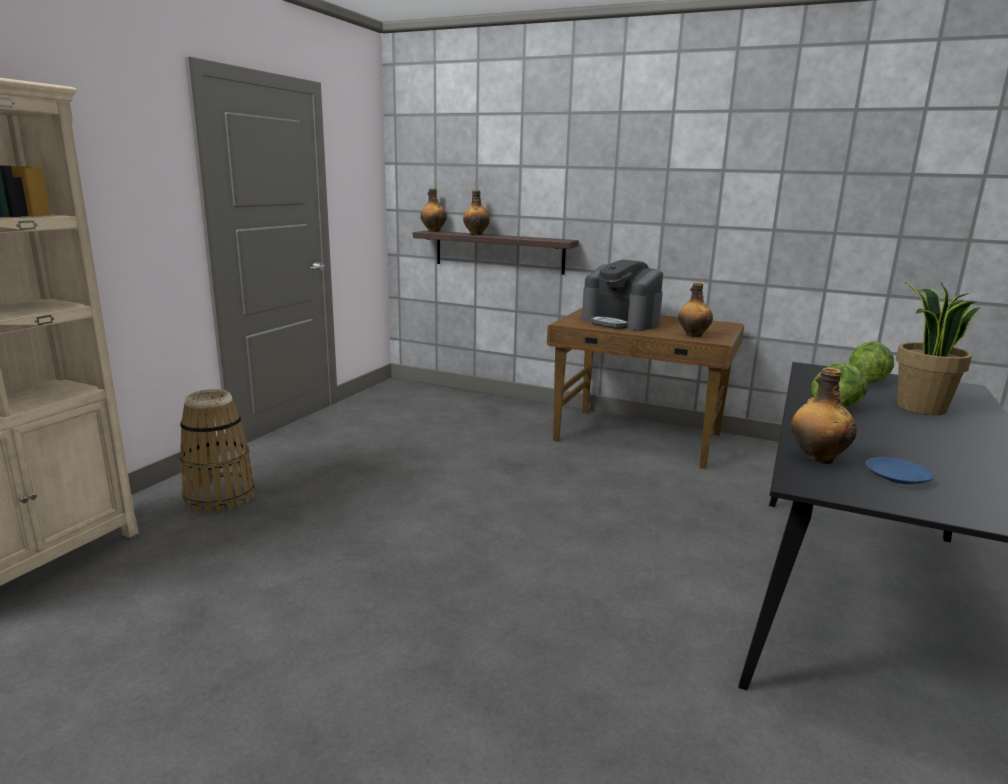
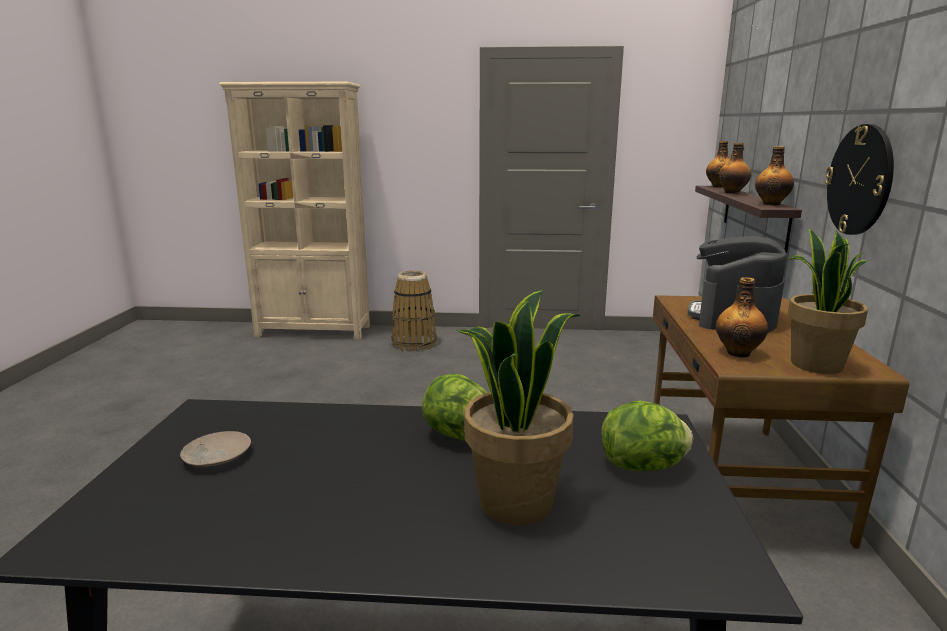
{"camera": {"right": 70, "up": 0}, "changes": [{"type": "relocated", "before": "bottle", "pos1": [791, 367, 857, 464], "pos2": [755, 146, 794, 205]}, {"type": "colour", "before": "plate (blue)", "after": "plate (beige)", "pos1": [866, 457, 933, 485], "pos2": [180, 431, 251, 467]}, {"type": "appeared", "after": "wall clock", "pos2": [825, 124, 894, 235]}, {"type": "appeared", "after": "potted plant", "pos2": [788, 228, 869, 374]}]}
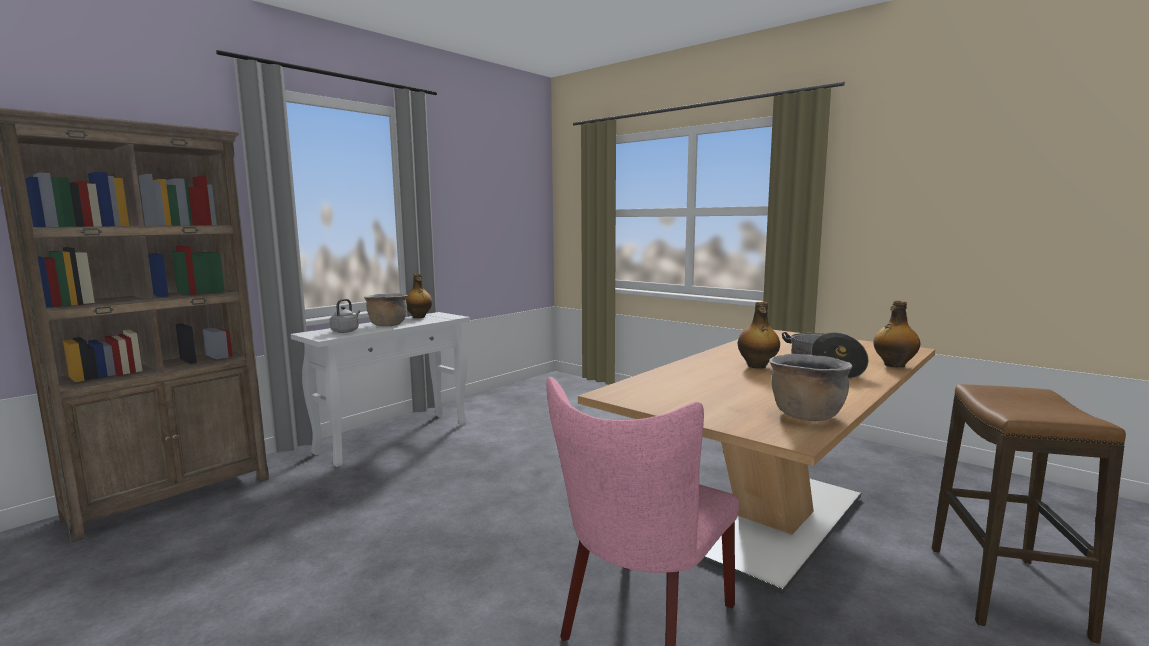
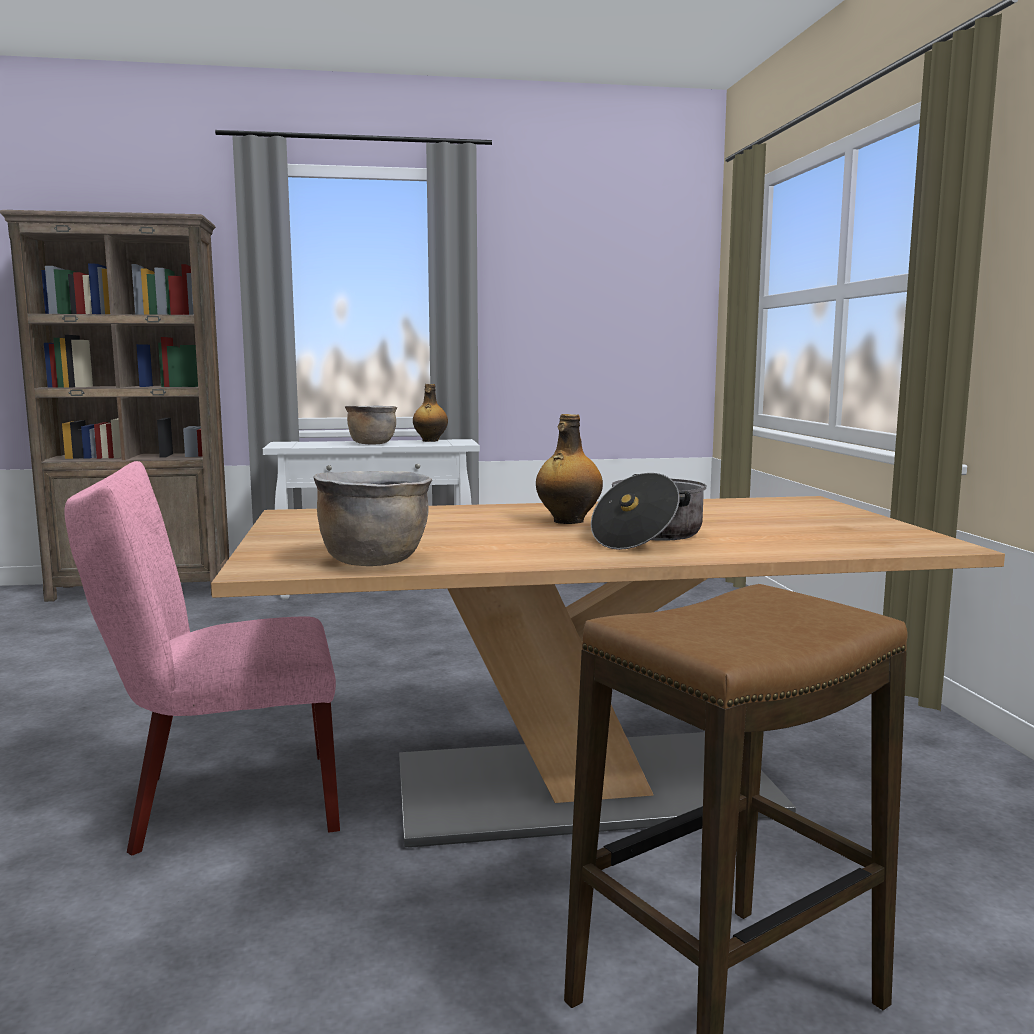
{"camera": {"right": 40, "up": 0}, "changes": [{"type": "missing", "before": "kettle (grey)", "pos1": [330, 299, 360, 333]}, {"type": "missing", "before": "bottle", "pos1": [873, 301, 920, 368]}]}
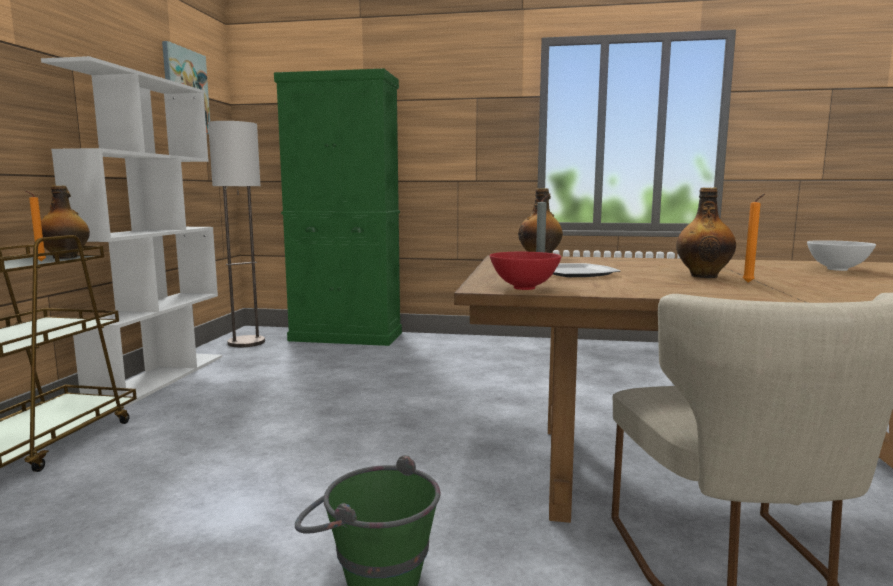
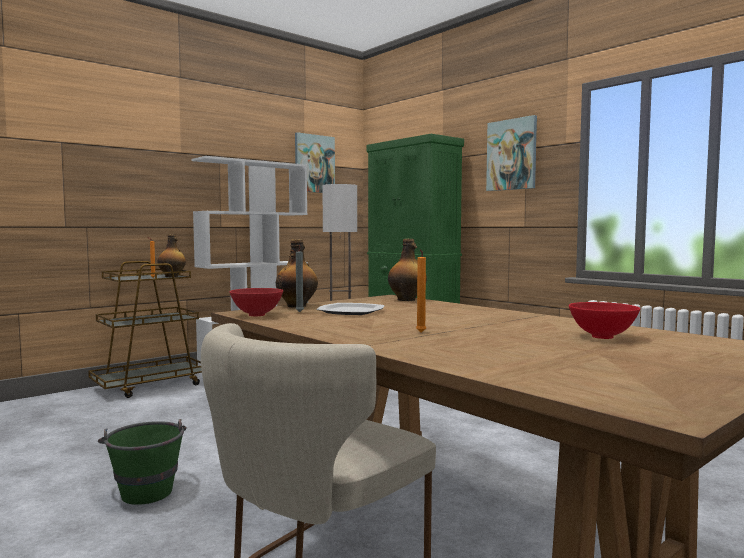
{"camera": {"right": 40, "up": -5}, "changes": [{"type": "relocated", "before": "bottle", "pos1": [676, 187, 736, 278], "pos2": [276, 239, 318, 308]}, {"type": "colour", "before": "bowl (white)", "after": "bowl (red)", "pos1": [807, 240, 876, 271], "pos2": [569, 302, 640, 339]}, {"type": "appeared", "after": "picture", "pos2": [486, 115, 537, 191]}]}
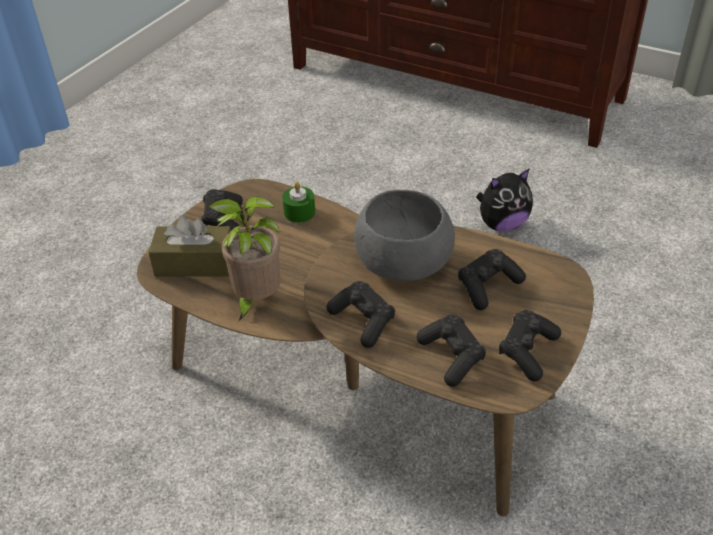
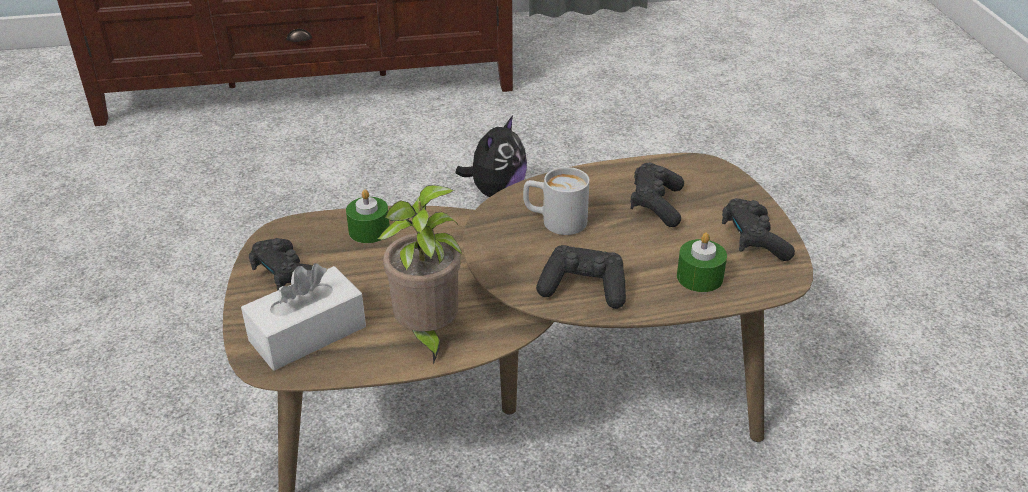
{"camera": {"right": -40, "up": -5}, "changes": [{"type": "exchanged", "before": "bowl (grey)", "after": "mug (white)", "pos1": [354, 190, 455, 281], "pos2": [523, 167, 590, 235]}, {"type": "colour", "before": "tissue box (brown)", "after": "tissue box (white)", "pos1": [148, 216, 231, 277], "pos2": [241, 264, 366, 371]}, {"type": "exchanged", "before": "game controller (black)", "after": "candle (green)", "pos1": [416, 315, 486, 387], "pos2": [677, 232, 727, 292]}]}
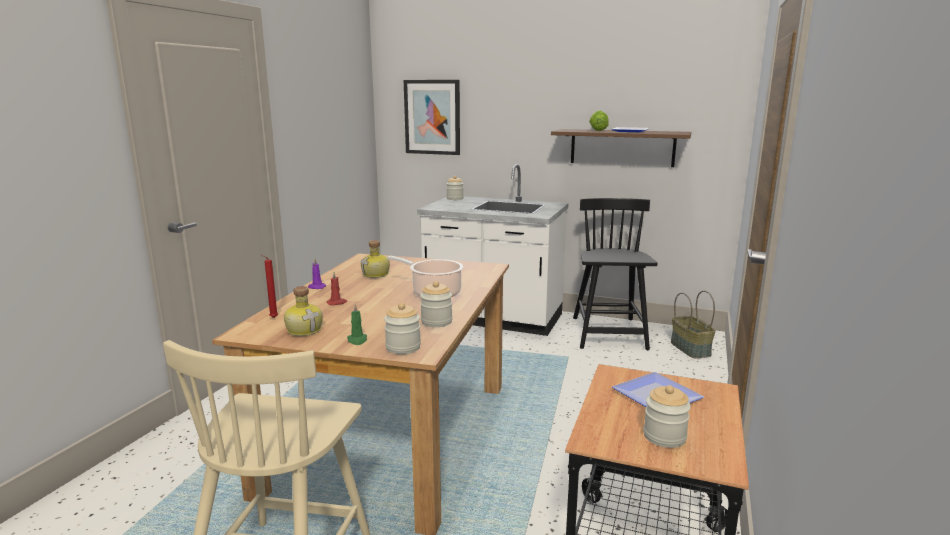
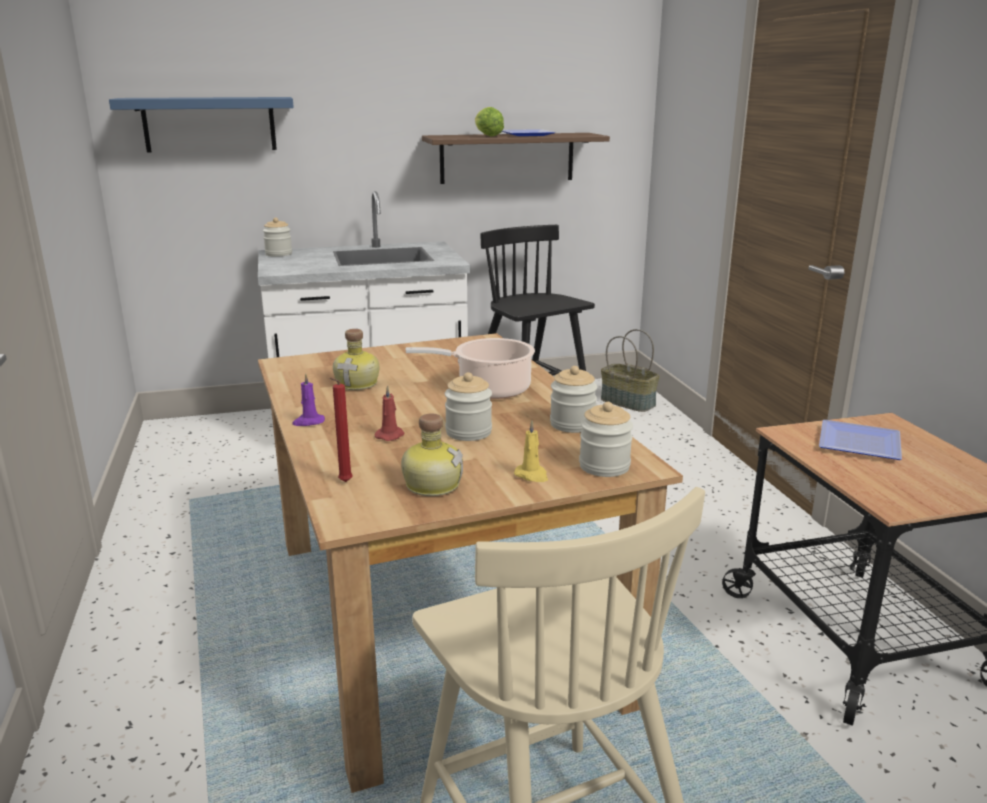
{"camera": {"right": -35, "up": 5}, "changes": [{"type": "exchanged", "before": "picture", "after": "shelf (blue)", "pos1": [404, 80, 460, 155], "pos2": [109, 97, 294, 152]}, {"type": "colour", "before": "candle (green)", "after": "candle (yellow)", "pos1": [347, 304, 367, 345], "pos2": [514, 421, 548, 482]}, {"type": "relocated", "before": "jar", "pos1": [644, 385, 691, 448], "pos2": [445, 372, 492, 441]}]}
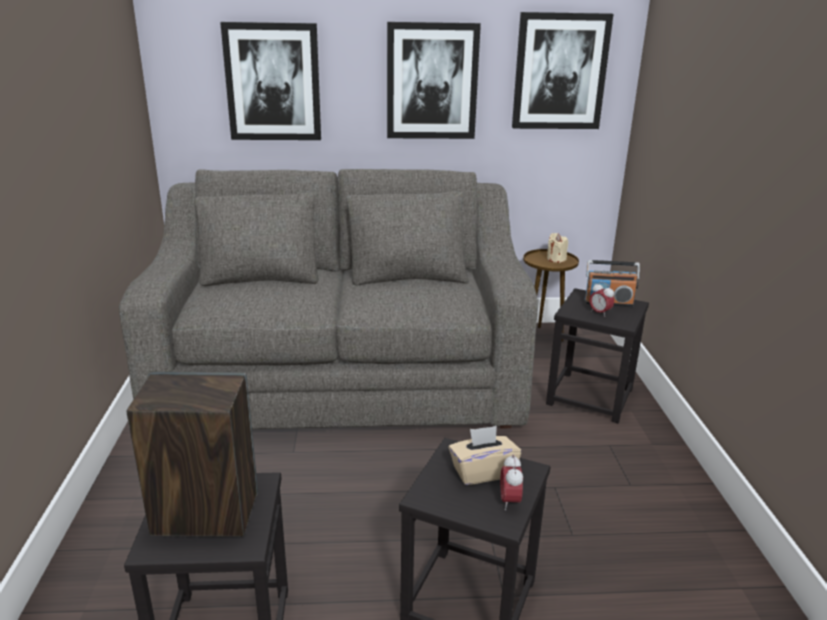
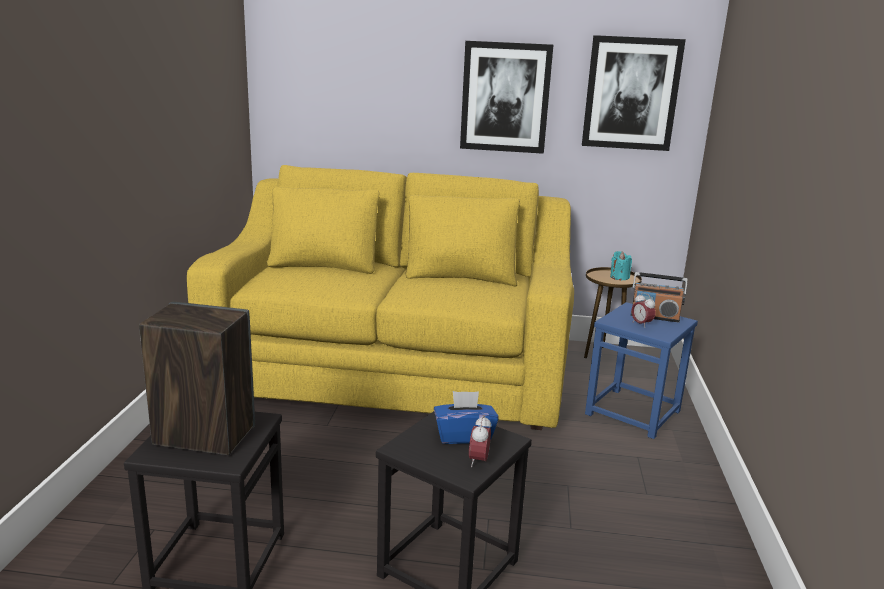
{"camera": {"right": 10, "up": -5}, "changes": [{"type": "missing", "before": "picture", "pos1": [220, 22, 321, 140]}, {"type": "colour", "before": "sofa (grey)", "after": "sofa (yellow)", "pos1": [119, 169, 538, 429], "pos2": [187, 165, 574, 430]}, {"type": "colour", "before": "candle (beige)", "after": "candle (turquoise)", "pos1": [547, 233, 568, 263], "pos2": [610, 251, 632, 280]}, {"type": "colour", "before": "stool (black)", "after": "stool (blue)", "pos1": [546, 288, 649, 423], "pos2": [585, 302, 698, 439]}, {"type": "colour", "before": "tissue box (beige)", "after": "tissue box (blue)", "pos1": [448, 426, 521, 485], "pos2": [434, 391, 499, 444]}]}
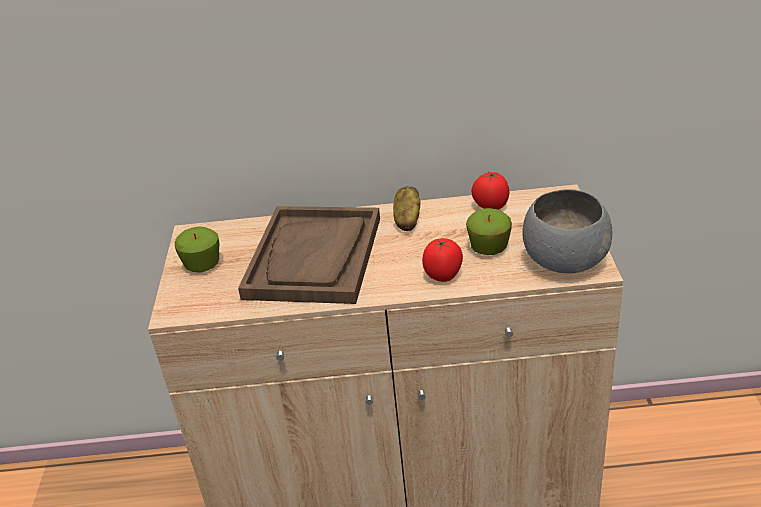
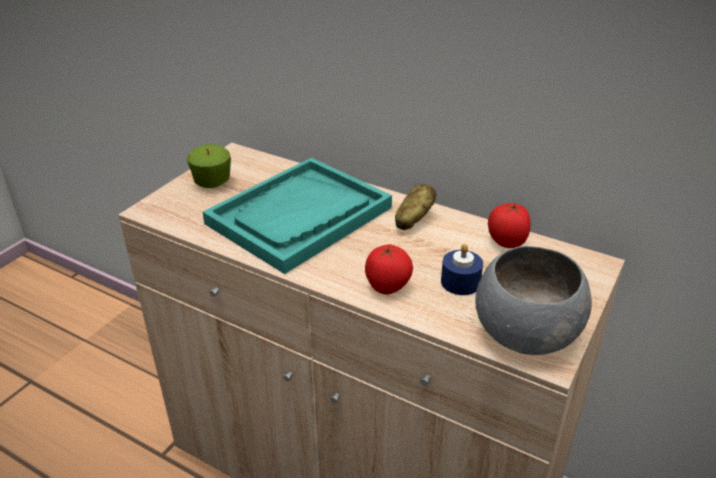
{"camera": {"right": 30, "up": 0}, "changes": [{"type": "colour", "before": "tray (brown)", "after": "tray (turquoise)", "pos1": [238, 206, 380, 304], "pos2": [203, 158, 392, 274]}, {"type": "exchanged", "before": "apple", "after": "candle (blue)", "pos1": [466, 208, 512, 255], "pos2": [441, 244, 483, 295]}]}
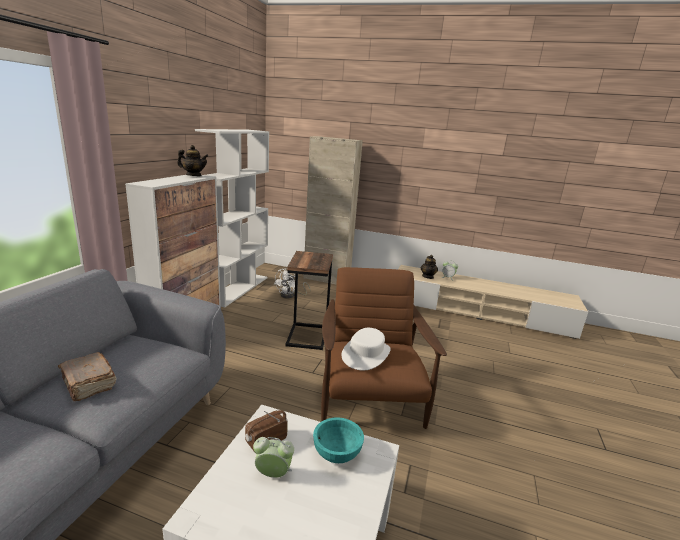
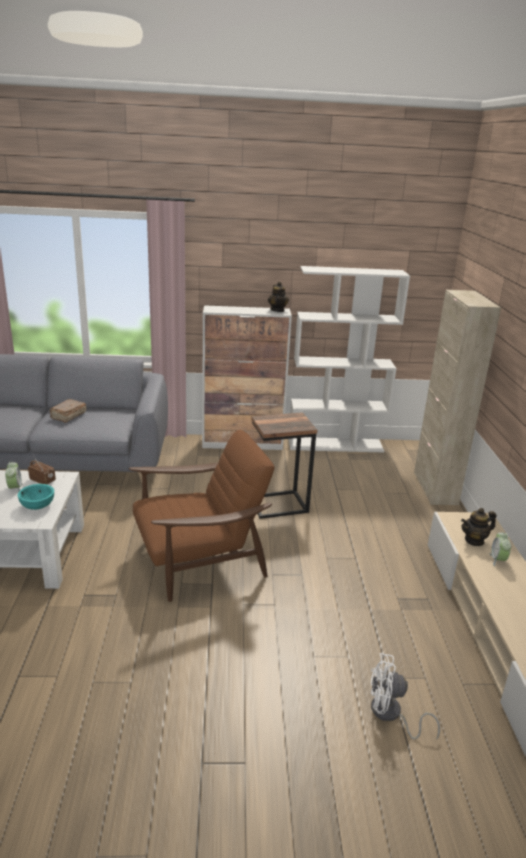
{"camera": {"right": 70, "up": 5}, "changes": [{"type": "relocated", "before": "fan (white)", "pos1": [274, 268, 310, 299], "pos2": [371, 653, 440, 740]}, {"type": "missing", "before": "hat (white)", "pos1": [342, 328, 391, 370]}]}
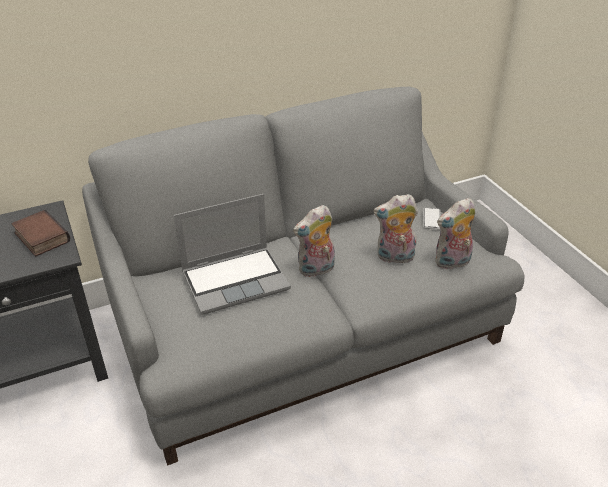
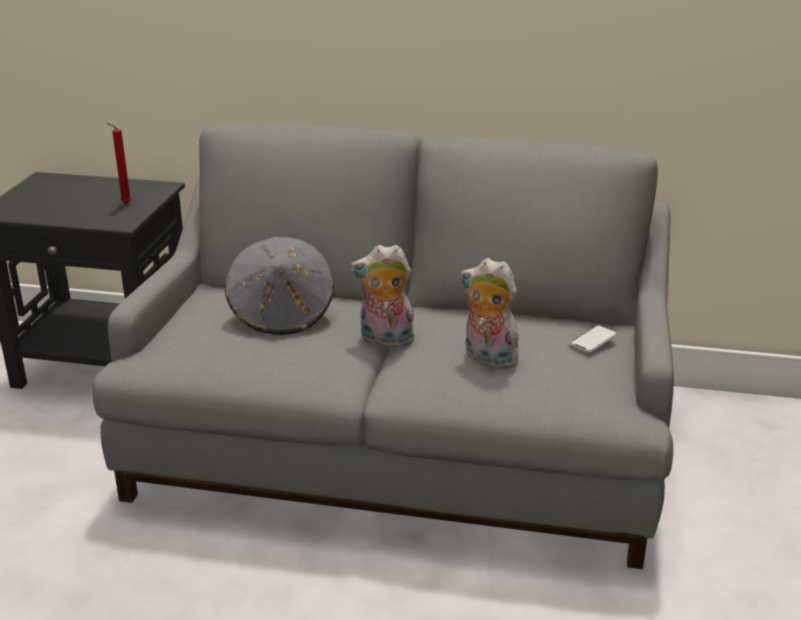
{"camera": {"right": 35, "up": -10}, "changes": [{"type": "exchanged", "before": "laptop", "after": "hat (grey)", "pos1": [174, 194, 291, 315], "pos2": [224, 237, 334, 335]}, {"type": "missing", "before": "plush toy", "pos1": [435, 198, 475, 270]}, {"type": "exchanged", "before": "book", "after": "candle (red)", "pos1": [11, 210, 70, 257], "pos2": [106, 122, 132, 204]}]}
